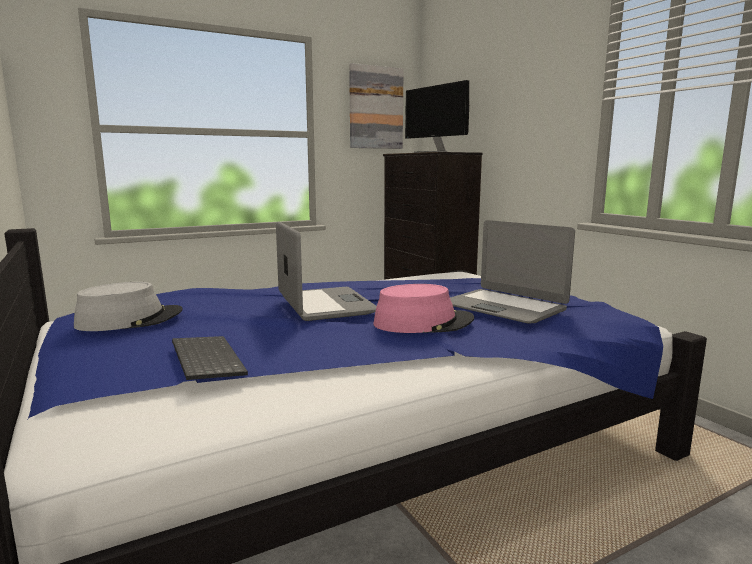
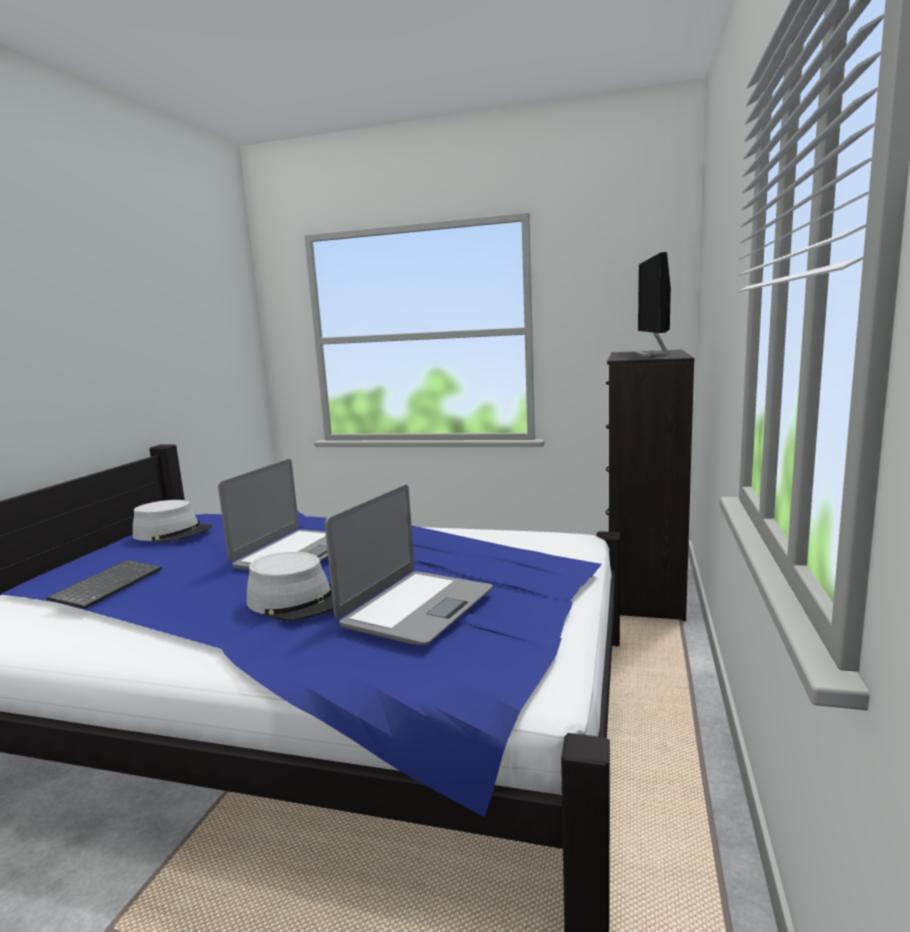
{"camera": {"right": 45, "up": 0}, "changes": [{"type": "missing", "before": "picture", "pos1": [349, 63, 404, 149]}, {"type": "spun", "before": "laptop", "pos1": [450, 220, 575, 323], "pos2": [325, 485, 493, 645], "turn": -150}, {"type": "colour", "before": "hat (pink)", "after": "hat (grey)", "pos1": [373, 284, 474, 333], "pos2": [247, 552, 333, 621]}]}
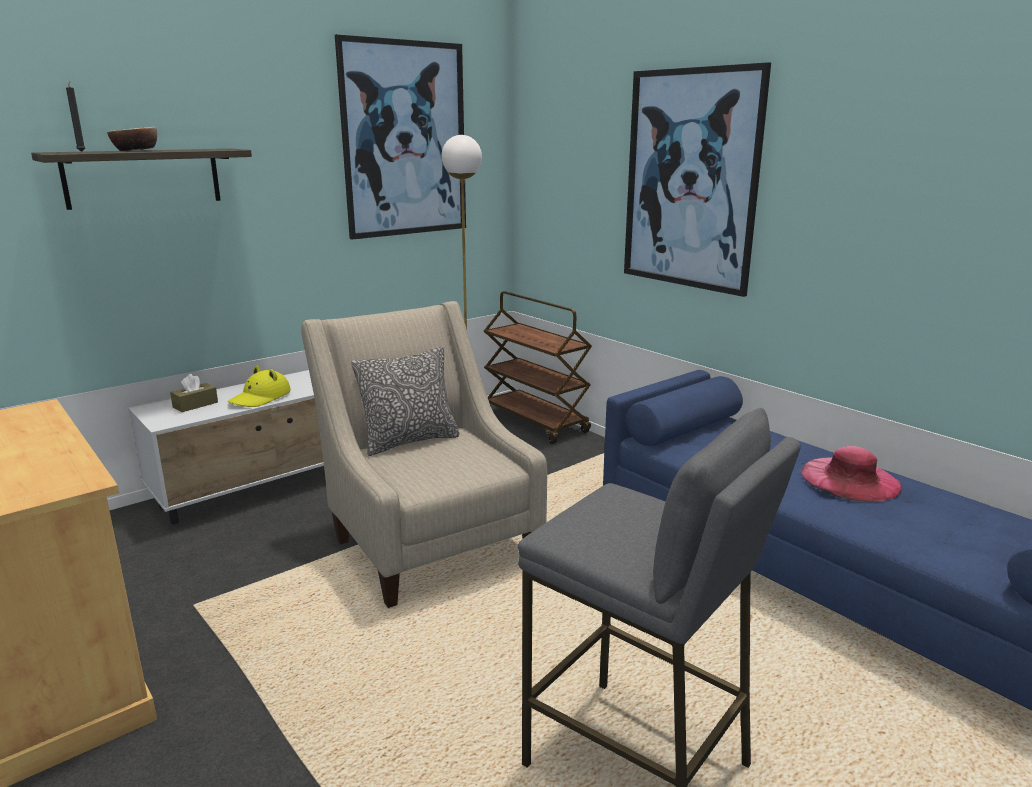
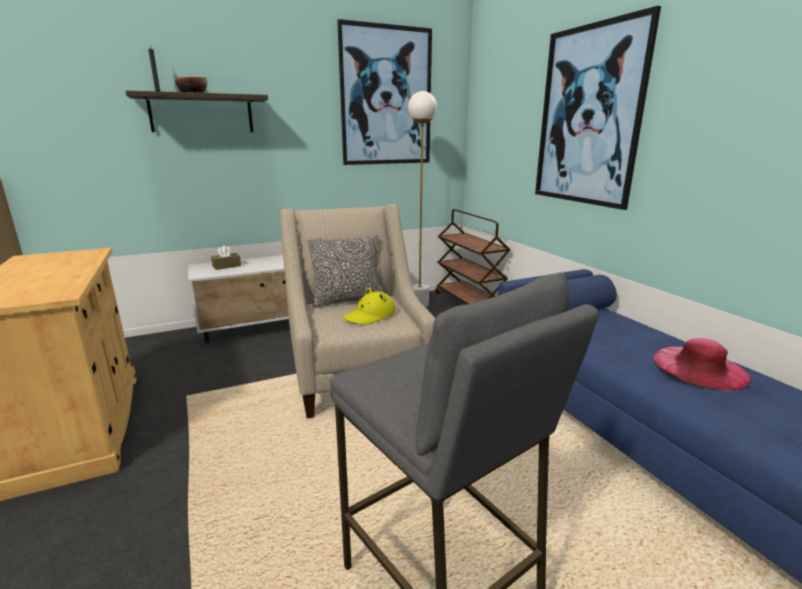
{"camera": {"right": 15, "up": 0}, "changes": [{"type": "relocated", "before": "hat (yellow)", "pos1": [228, 365, 291, 407], "pos2": [343, 287, 396, 325]}]}
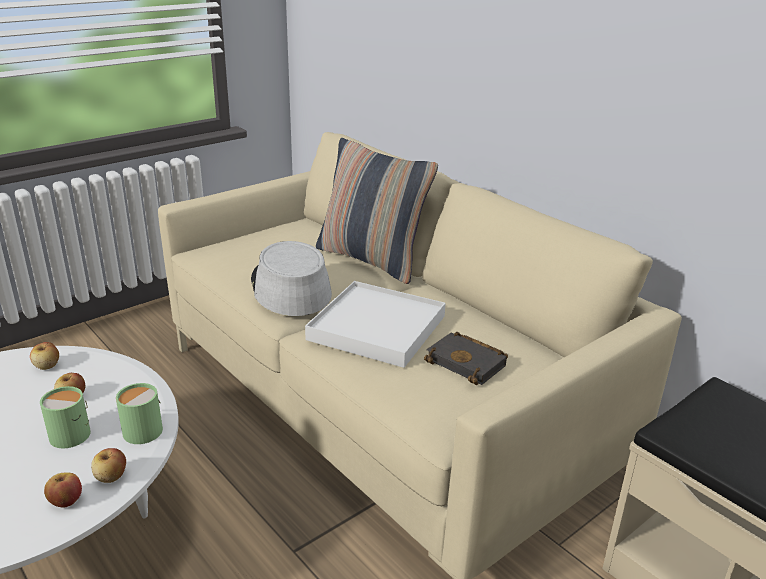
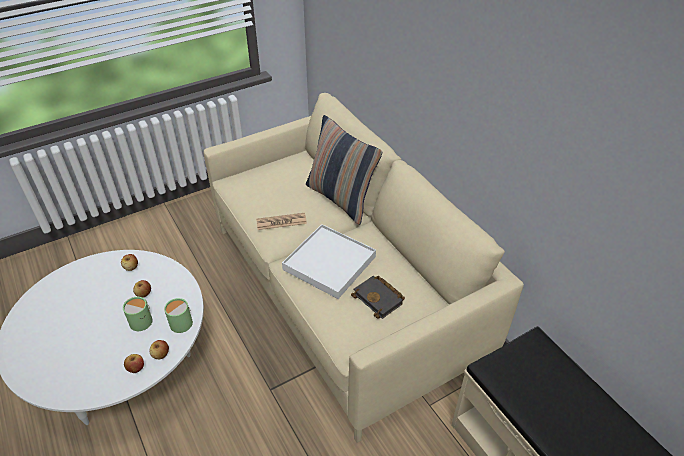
{"camera": {"right": 10, "up": 15}, "changes": [{"type": "exchanged", "before": "hat (grey)", "after": "newspaper", "pos1": [251, 241, 332, 316], "pos2": [256, 213, 307, 230]}]}
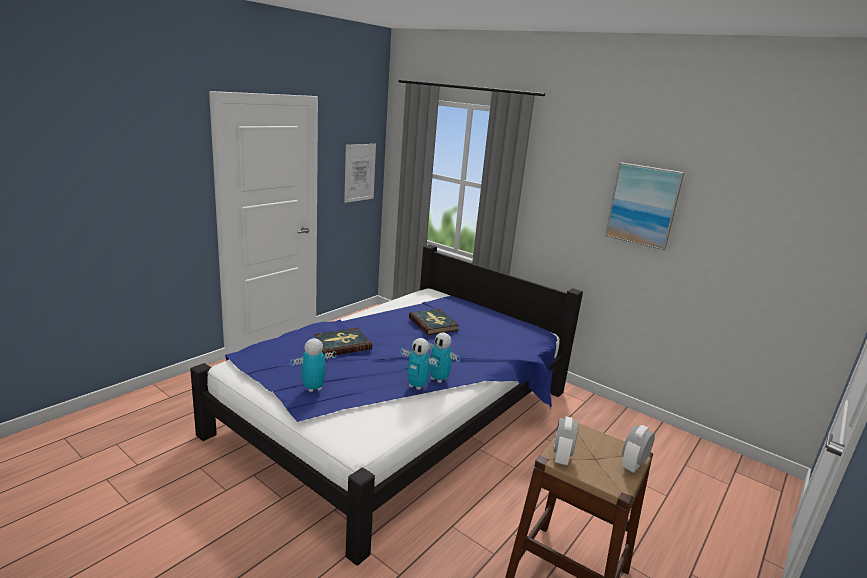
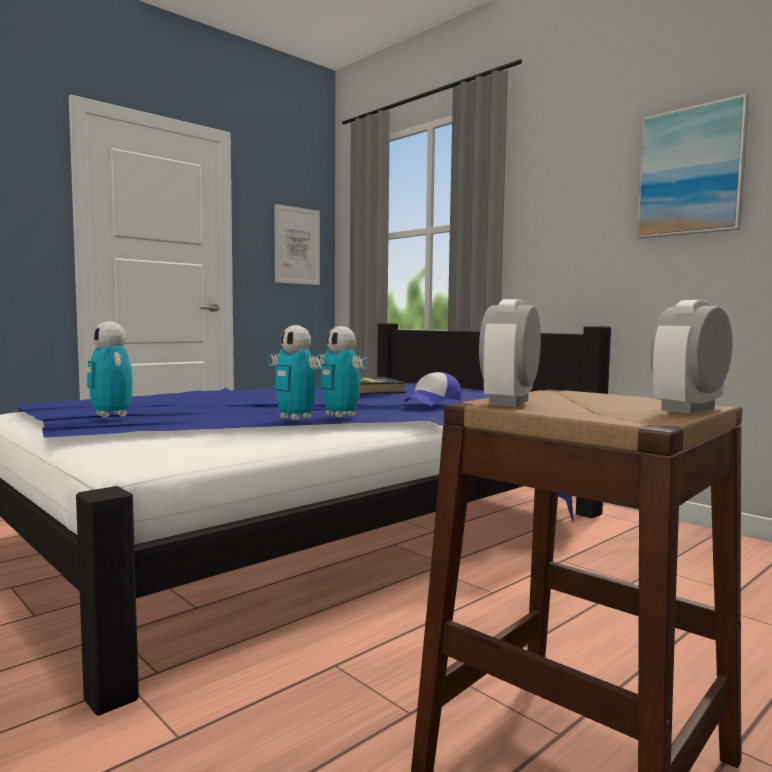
{"camera": {"right": 10, "up": -15}, "changes": [{"type": "missing", "before": "book", "pos1": [314, 328, 372, 357]}, {"type": "spun", "before": "toy robot", "pos1": [290, 338, 336, 392], "pos2": [87, 321, 133, 418], "turn": -105}, {"type": "appeared", "after": "cap", "pos2": [404, 372, 461, 405]}]}
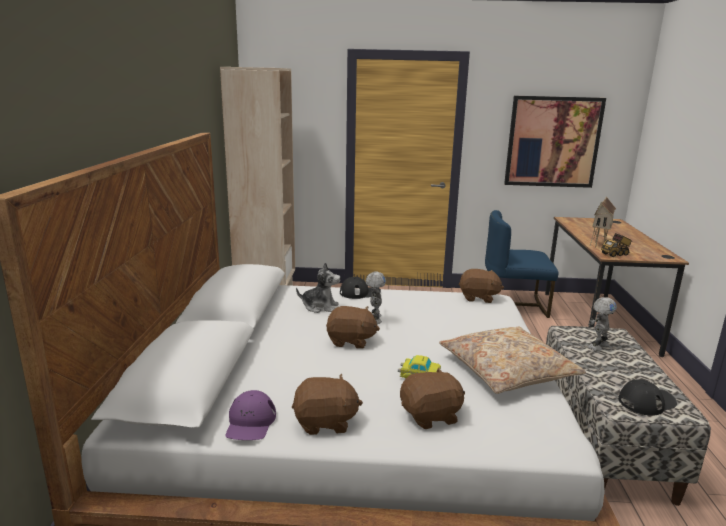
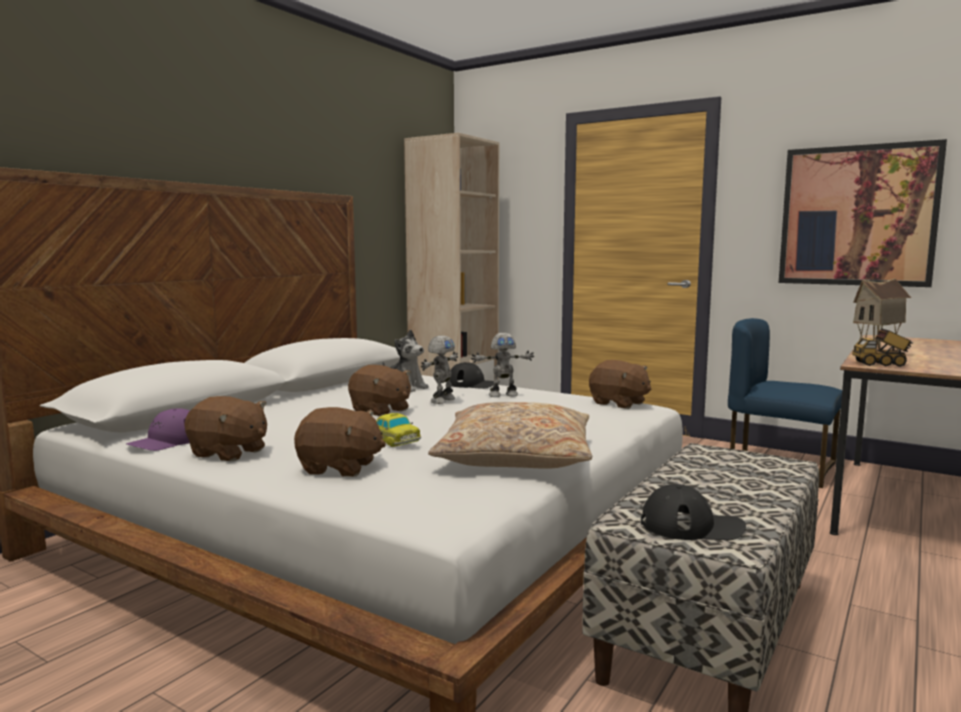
{"camera": {"right": 30, "up": -10}, "changes": [{"type": "relocated", "before": "toy robot", "pos1": [588, 297, 617, 351], "pos2": [471, 333, 534, 397]}]}
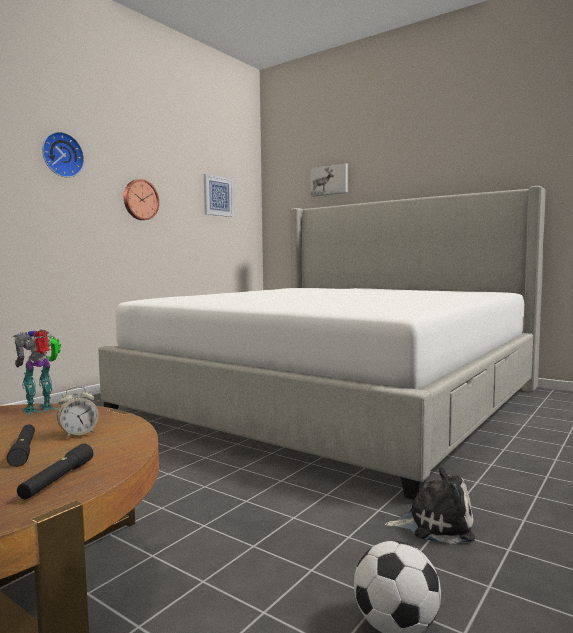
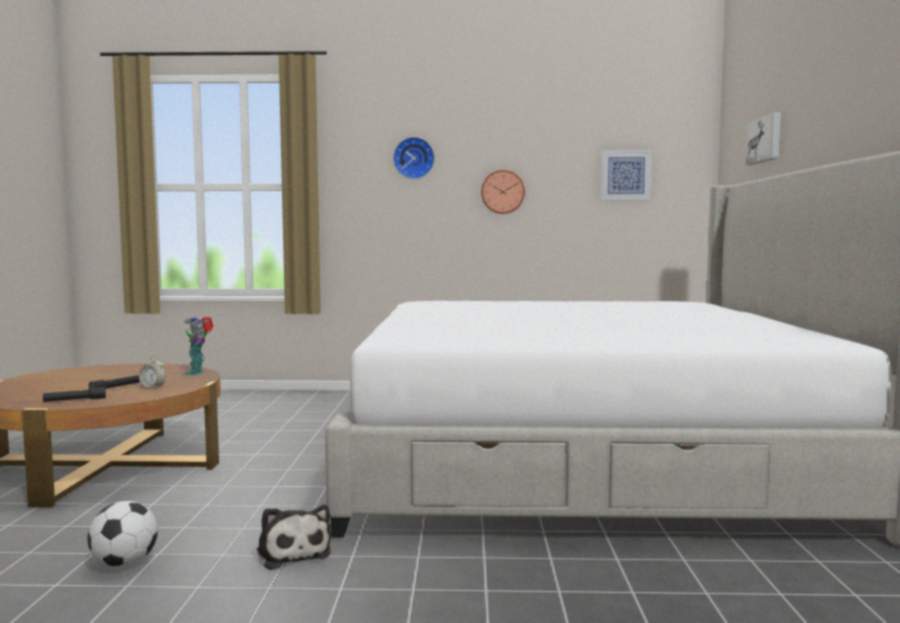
{"camera": {"right": 55, "up": 0}, "changes": [{"type": "spun", "before": "toy robot", "pos1": [13, 330, 61, 415], "pos2": [183, 317, 214, 375], "turn": -90}]}
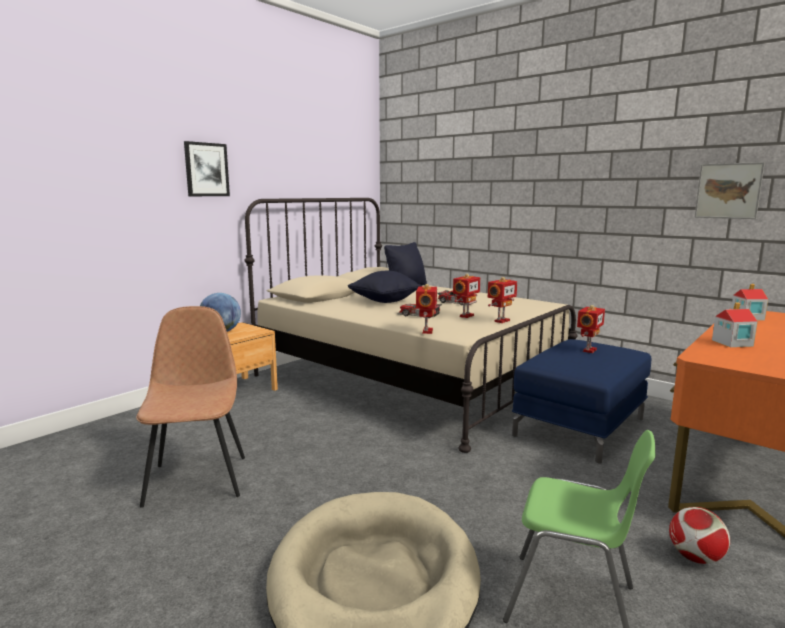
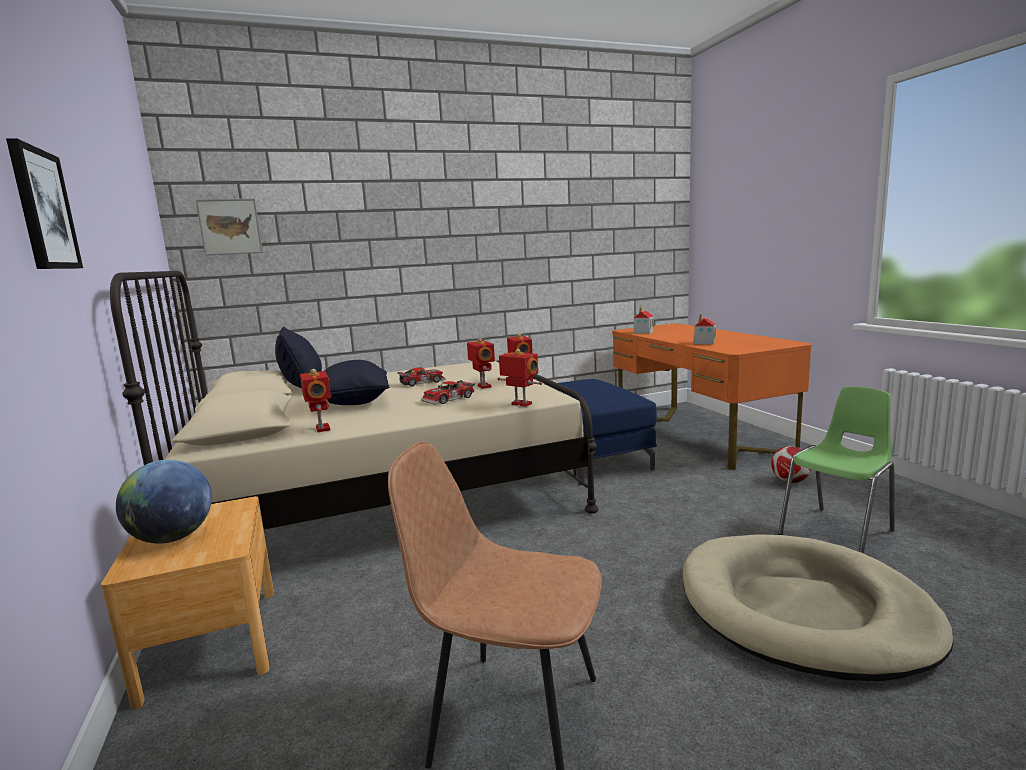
{"camera": {"right": -60, "up": 0}, "changes": [{"type": "relocated", "before": "picture", "pos1": [694, 162, 765, 219], "pos2": [196, 199, 263, 256]}, {"type": "relocated", "before": "toy robot", "pos1": [577, 305, 605, 353], "pos2": [300, 369, 331, 432]}]}
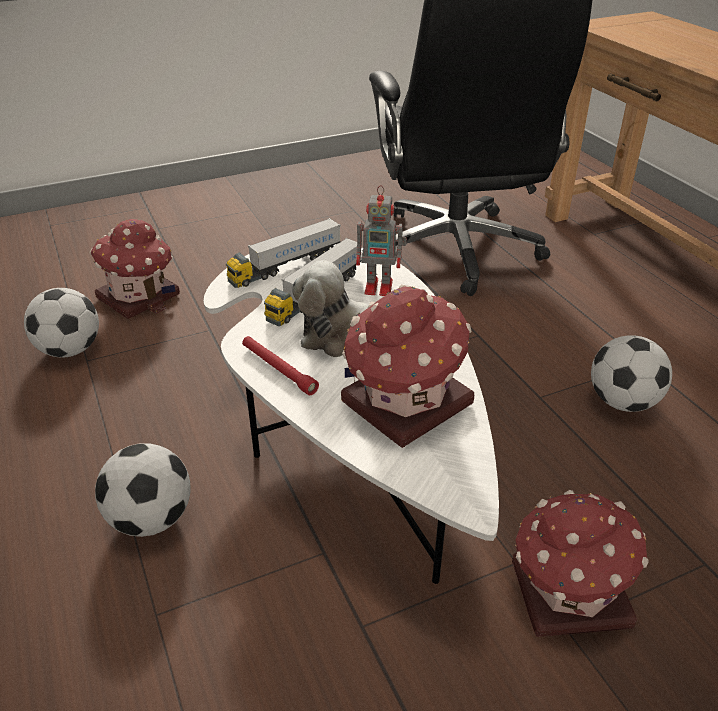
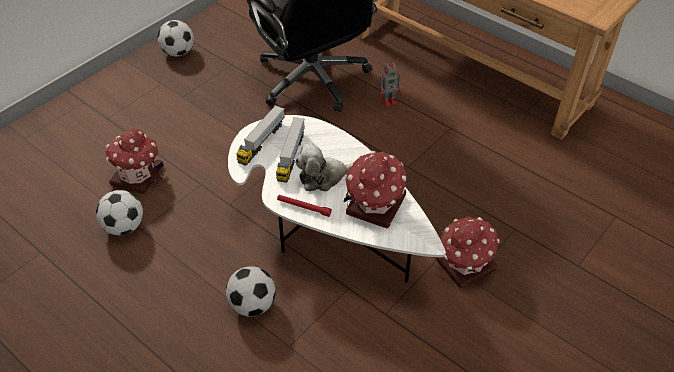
{"camera": {"right": -25, "up": 10}, "changes": [{"type": "relocated", "before": "toy robot", "pos1": [356, 185, 407, 296], "pos2": [380, 60, 401, 107]}, {"type": "relocated", "before": "football", "pos1": [591, 335, 672, 412], "pos2": [157, 20, 194, 56]}]}
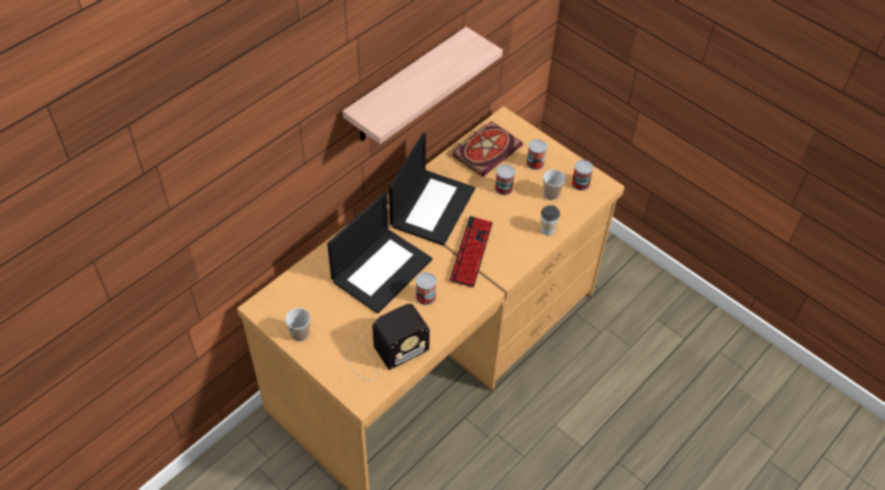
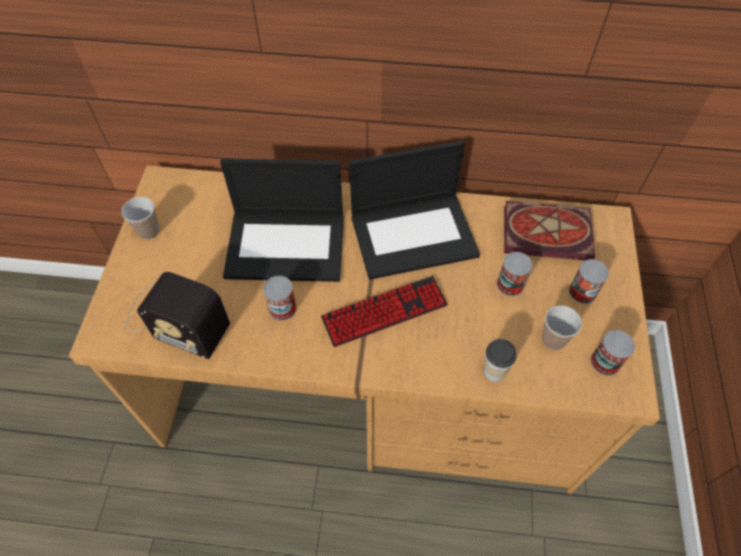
{"camera": {"right": 55, "up": 5}, "changes": [{"type": "missing", "before": "shelf", "pos1": [343, 27, 503, 144]}]}
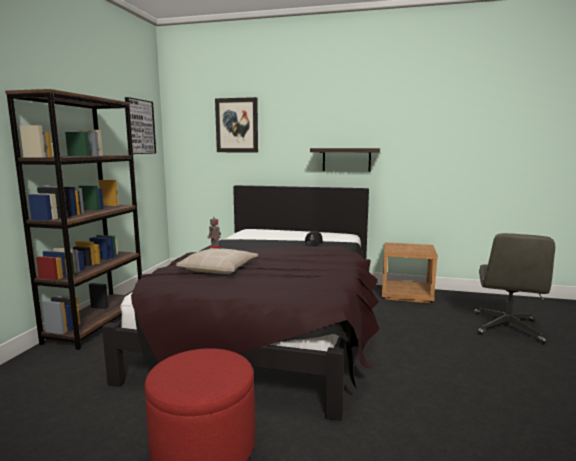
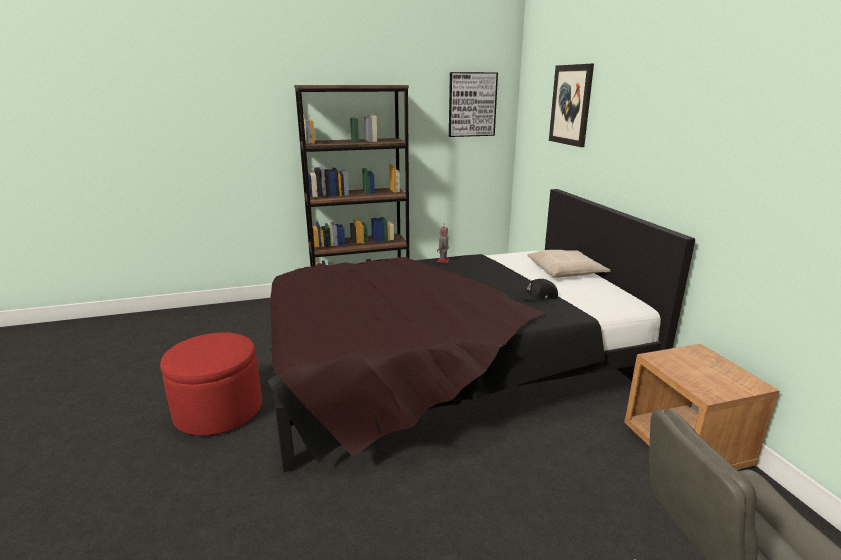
{"camera": {"right": 60, "up": 10}, "changes": [{"type": "missing", "before": "shelf", "pos1": [310, 148, 380, 172]}, {"type": "relocated", "before": "pillow (beige)", "pos1": [176, 248, 258, 274], "pos2": [528, 250, 611, 278]}]}
